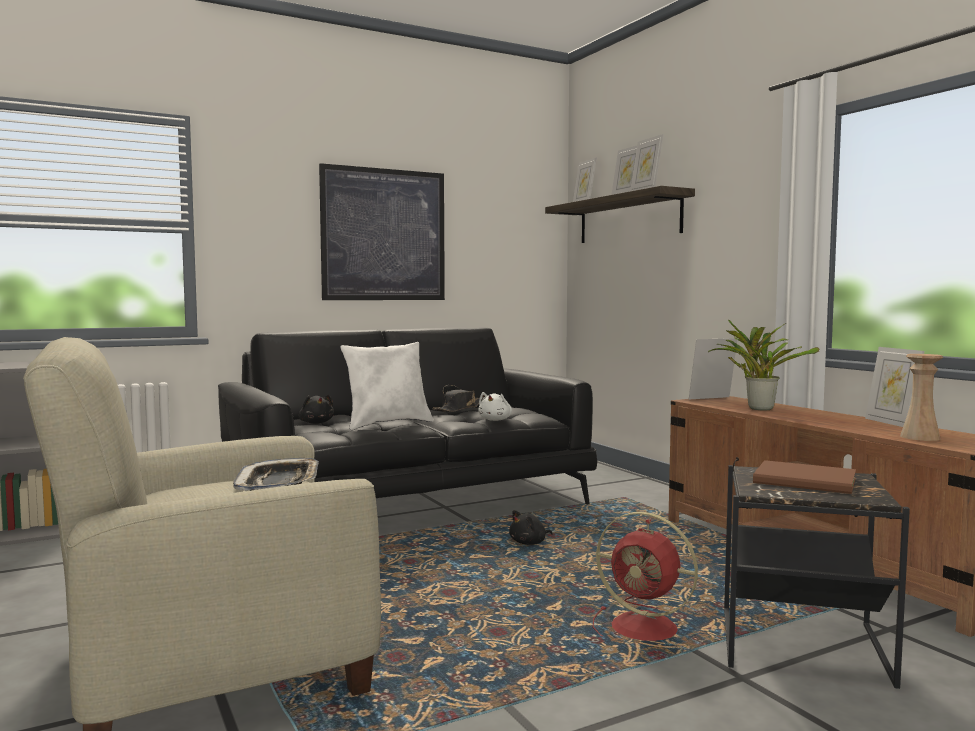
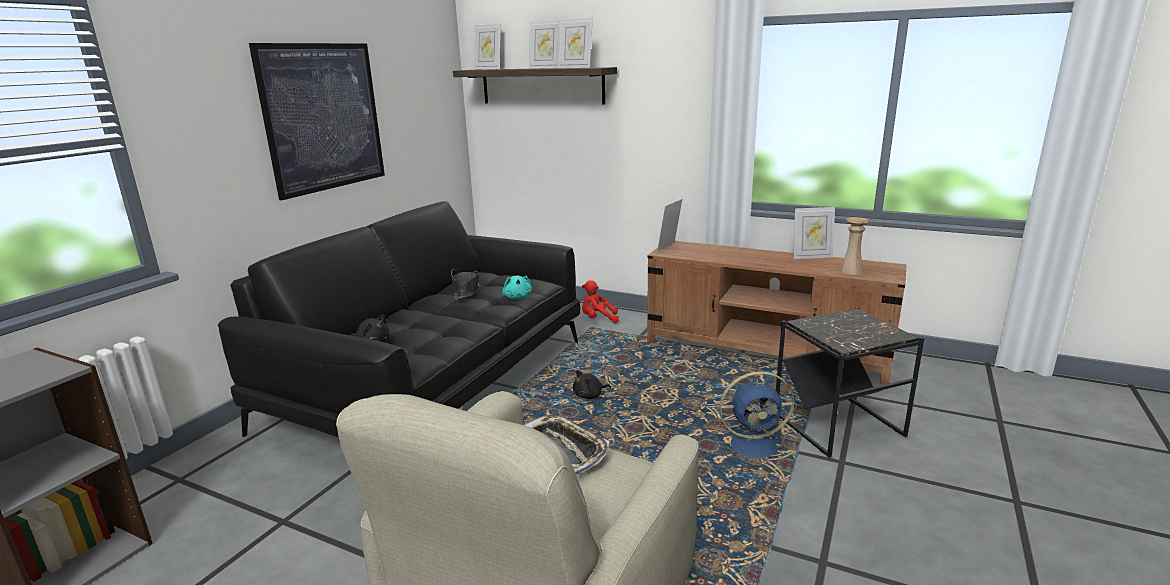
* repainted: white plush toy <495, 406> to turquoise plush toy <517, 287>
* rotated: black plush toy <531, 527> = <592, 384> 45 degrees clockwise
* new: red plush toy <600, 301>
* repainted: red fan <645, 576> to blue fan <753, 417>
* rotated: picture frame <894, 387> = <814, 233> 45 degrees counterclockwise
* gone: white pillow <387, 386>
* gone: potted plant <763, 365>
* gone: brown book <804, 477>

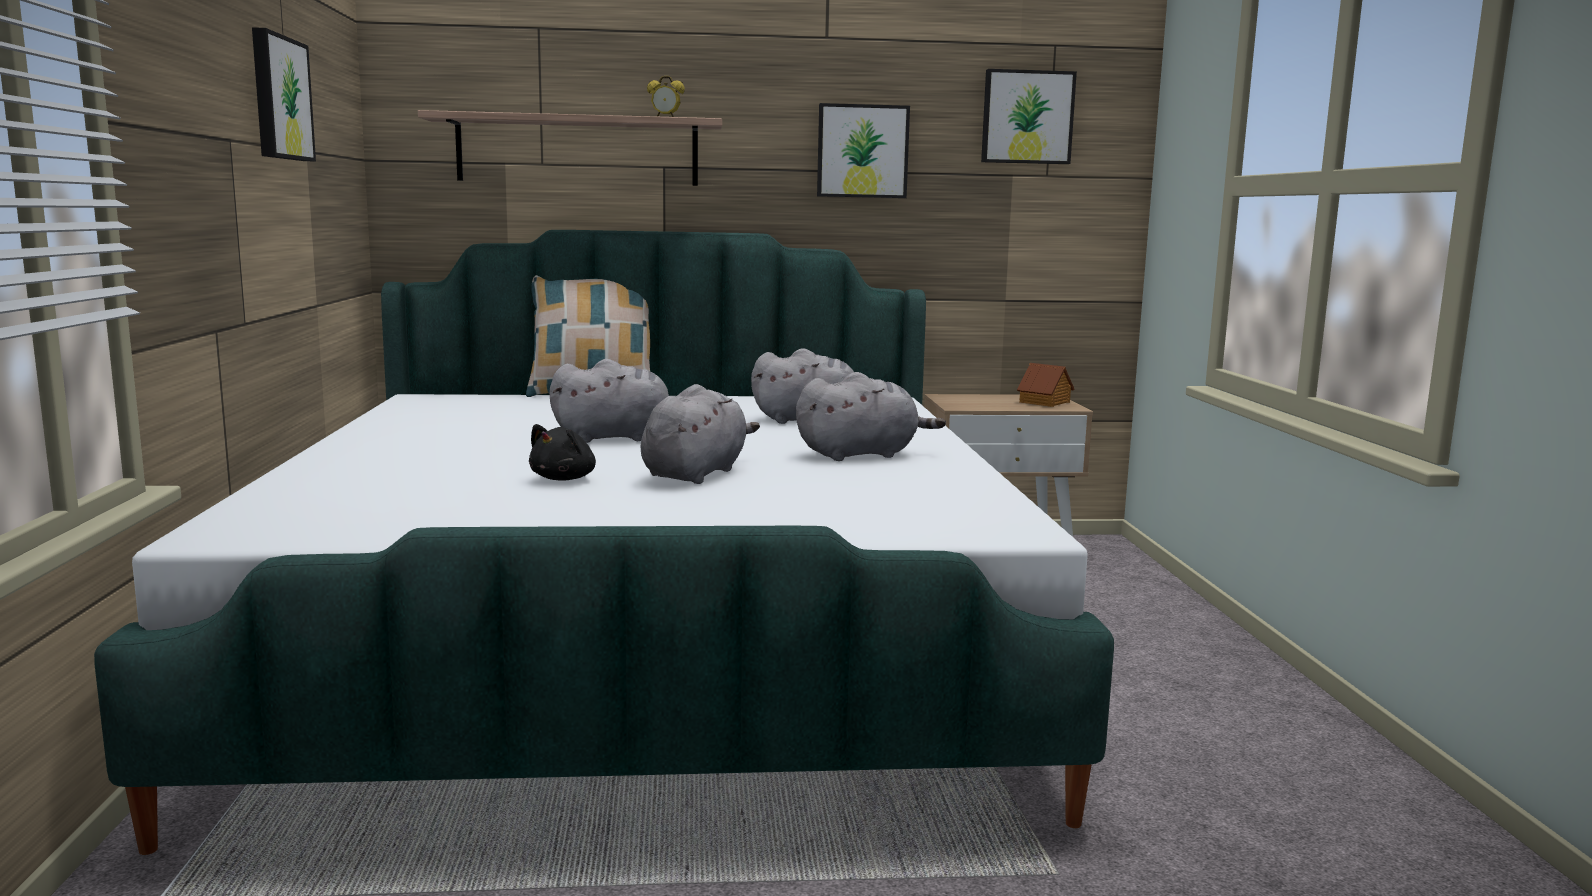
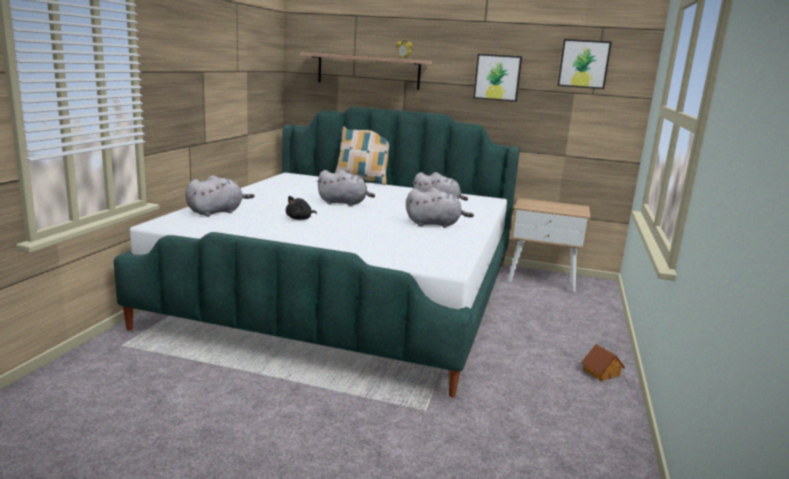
* shifted: grey plush toy <700, 434> to <220, 196>
* shifted: toy house <1045, 385> to <603, 362>
* gone: picture <284, 94>

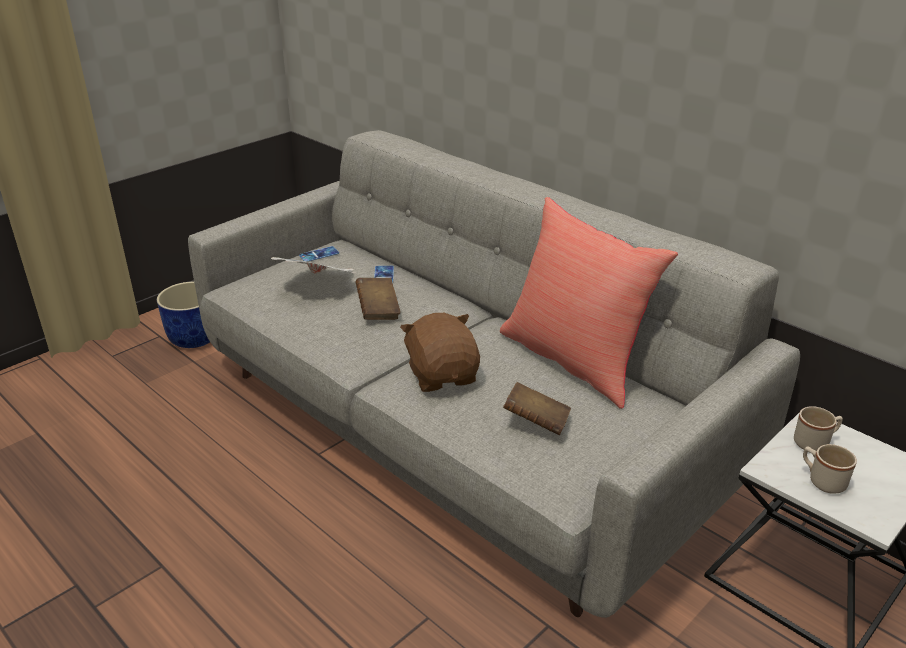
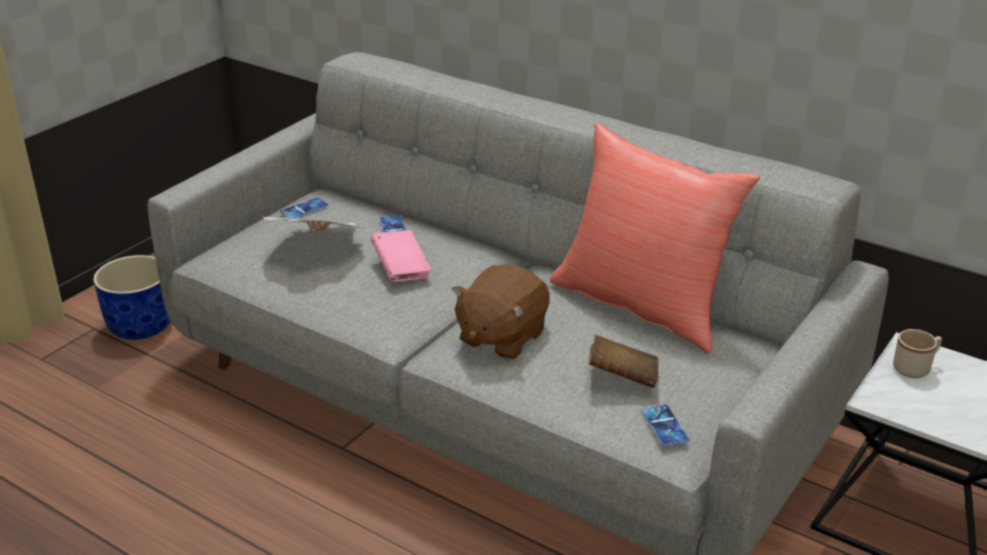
* repainted: brown book <378, 299> to pink book <401, 256>
* rotated: brown plush toy <440, 352> = <501, 312> 120 degrees counterclockwise
* new: phone <665, 425>
* gone: beige mug <830, 469>

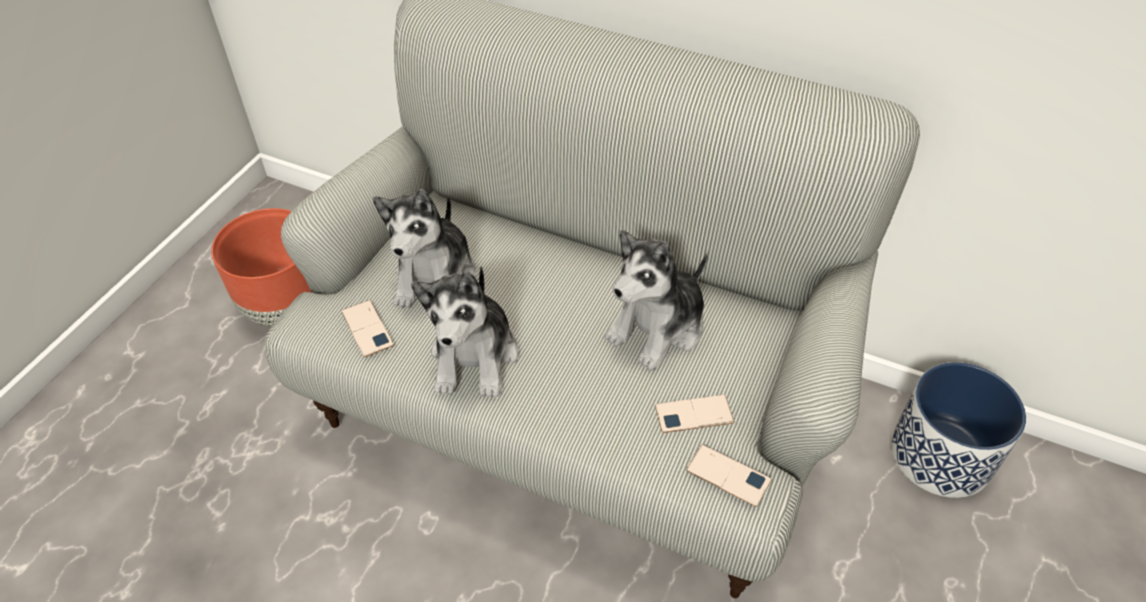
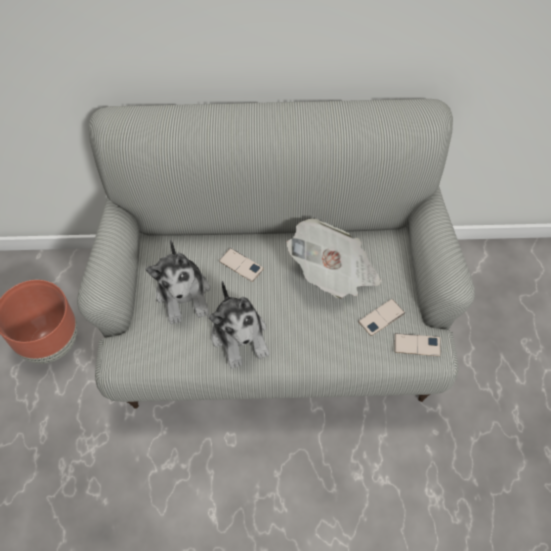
* shifted: phone <368, 328> to <241, 265>
* swapped: plush toy <656, 300> to newspaper <334, 258>
* gone: planter <958, 430>

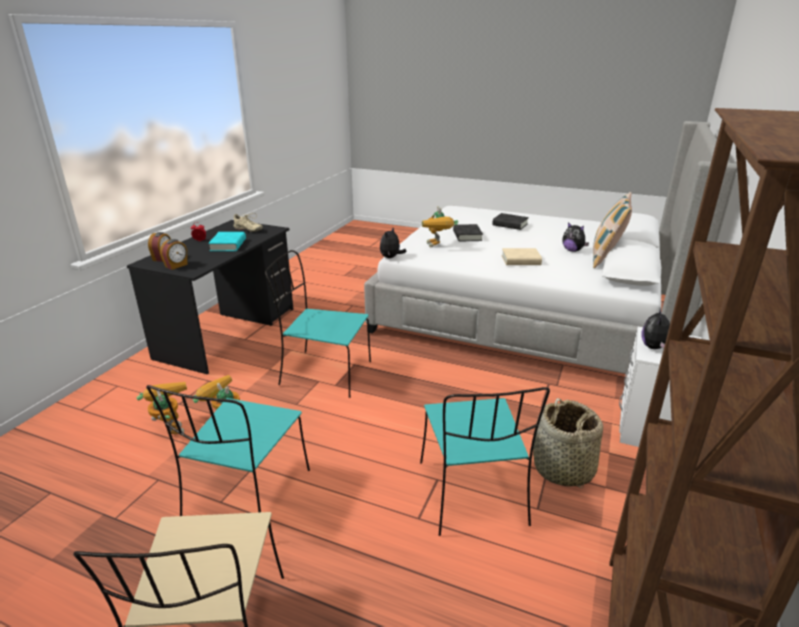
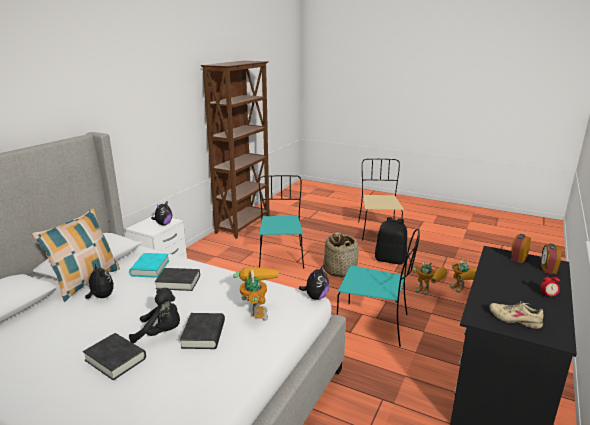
* shifted: turquoise book <227, 241> to <149, 265>
* new: black plush toy <154, 315>
* repainted: beige book <522, 256> to black book <177, 279>
* shifted: basket <568, 443> to <341, 255>
* swapped: turquoise chair <228, 450> to black backpack <391, 241>

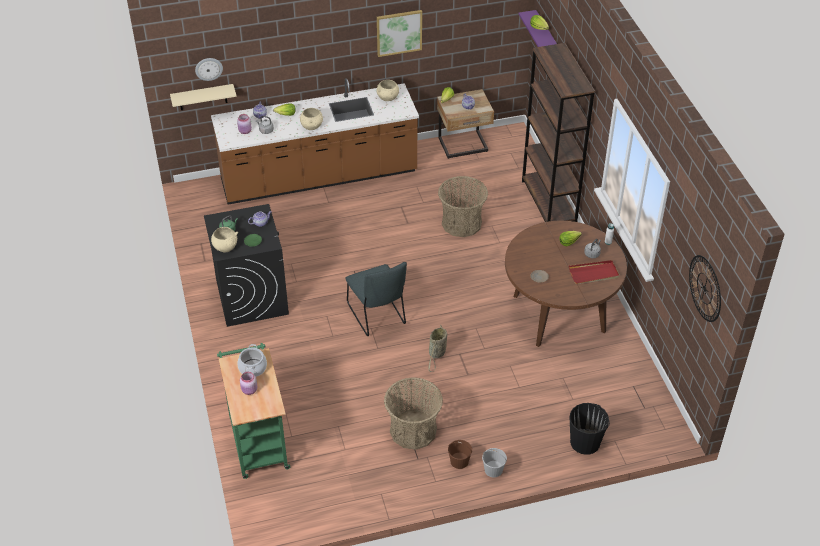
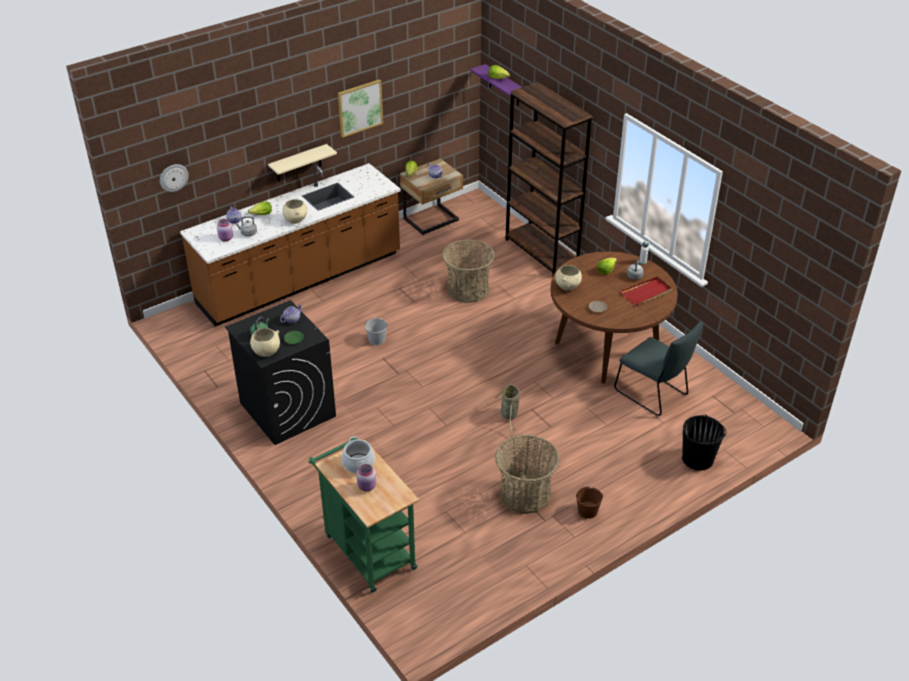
* shifted: beige shelf <203, 97> to <302, 162>
* shifted: white bucket <494, 462> to <376, 331>
* shifted: beige bowl <387, 90> to <568, 277>
* shifted: grey chair <376, 299> to <658, 369>
* gone: wall clock <705, 288>

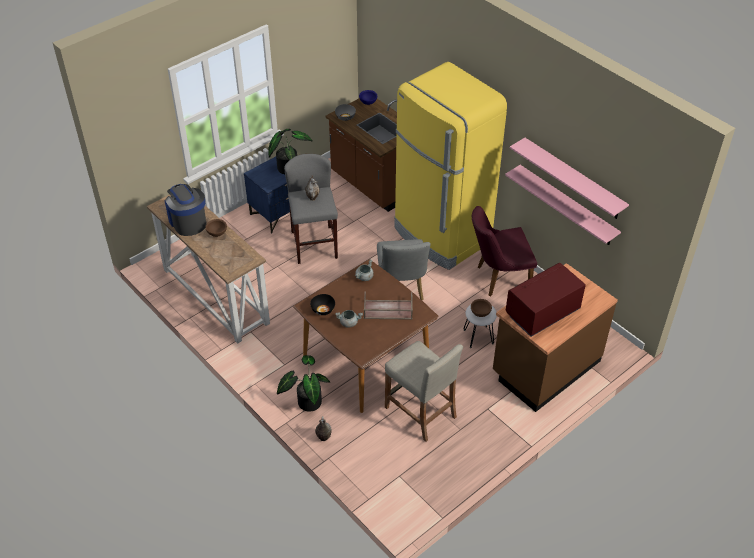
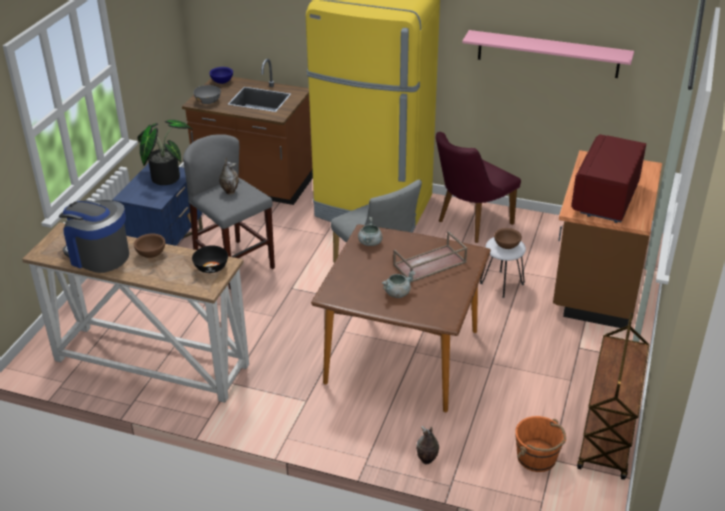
* shifted: black bowl <322, 304> to <210, 259>
* new: orange bucket <540, 444>
* new: brown cart <613, 396>
* gone: potted plant <303, 383>
* gone: beige stool <424, 391>
* gone: pink shelf <563, 205>

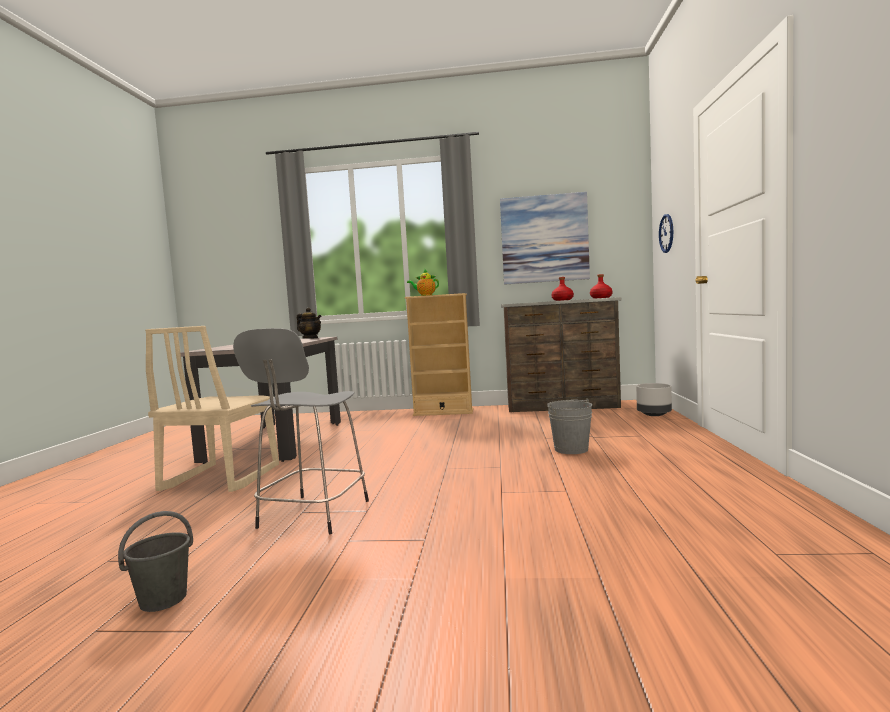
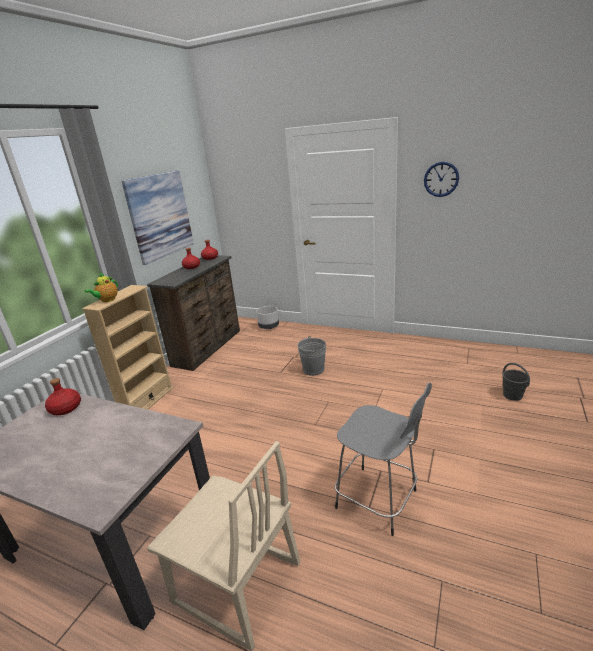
* swapped: teapot <309, 323> to red bottle <63, 396>
* shifted: wall clock <666, 233> to <441, 179>
* shifted: grey bucket <155, 561> to <516, 382>

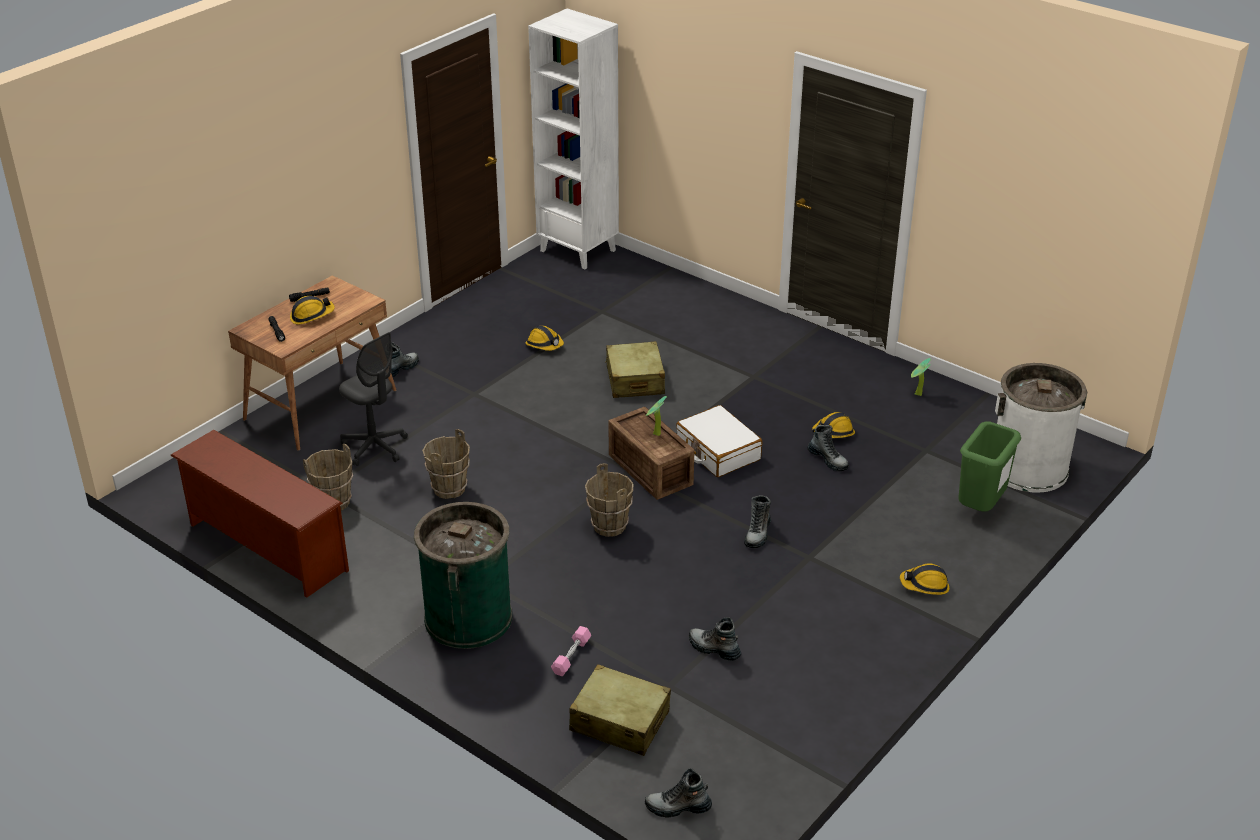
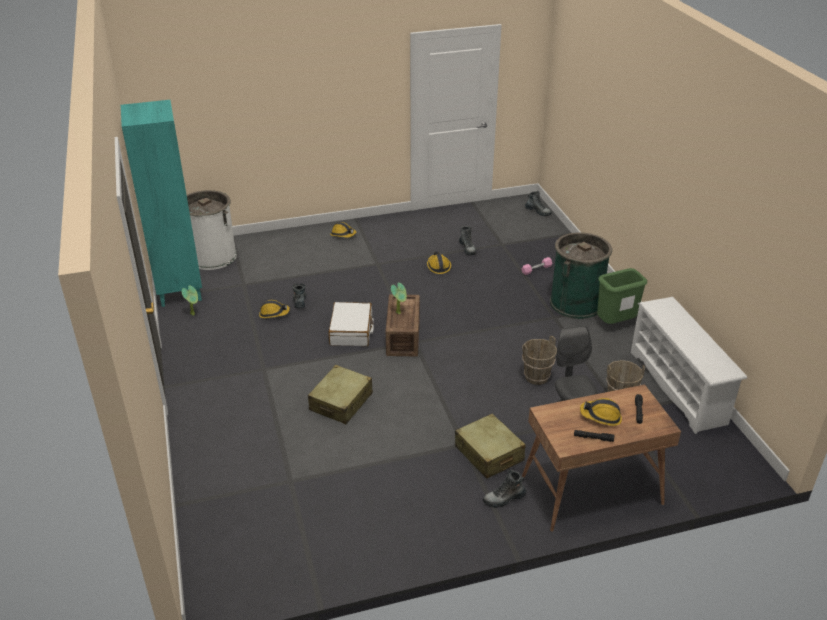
* new: turquoise bookcase <161, 203>
* shifted: hard hat <544, 338> to <439, 263>
* shifted: beige suitcase <620, 710> to <490, 446>
* shifted: green trash can <989, 466> to <622, 296>
* repainted: brown shoe rack <259, 514> to white shoe rack <689, 365>
* gone: white bookcase <573, 139>
* gone: brown bucket <609, 500>
* gone: boot <757, 521>

